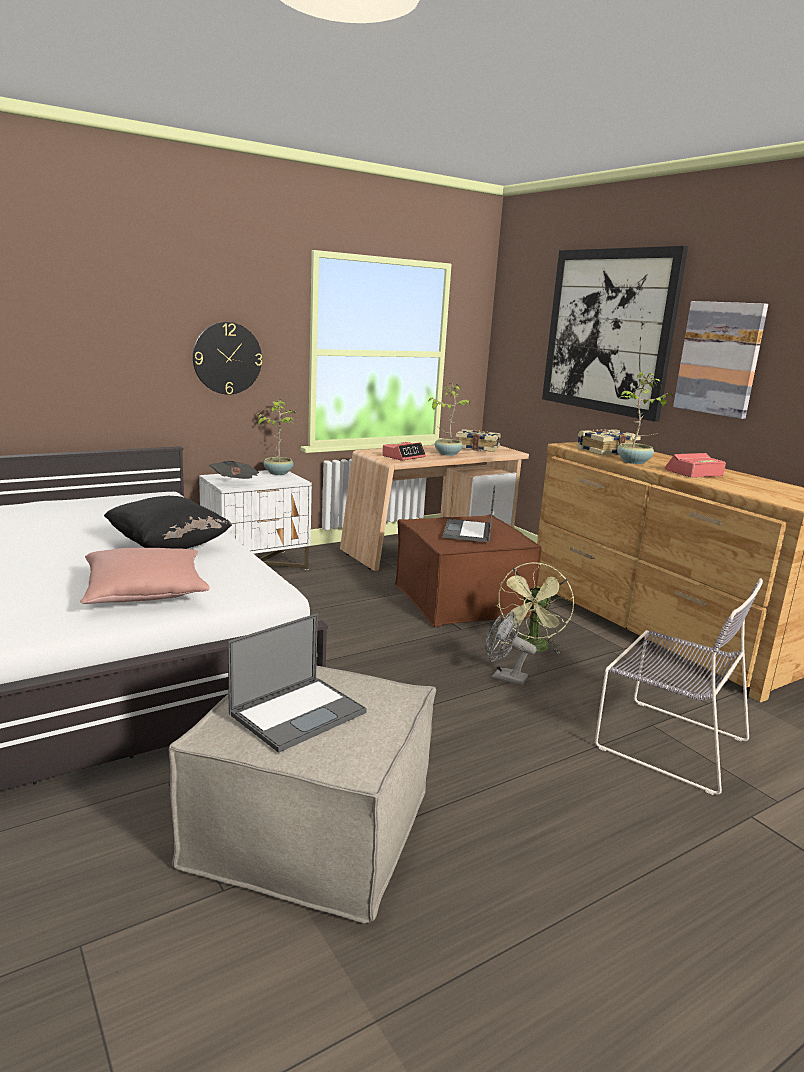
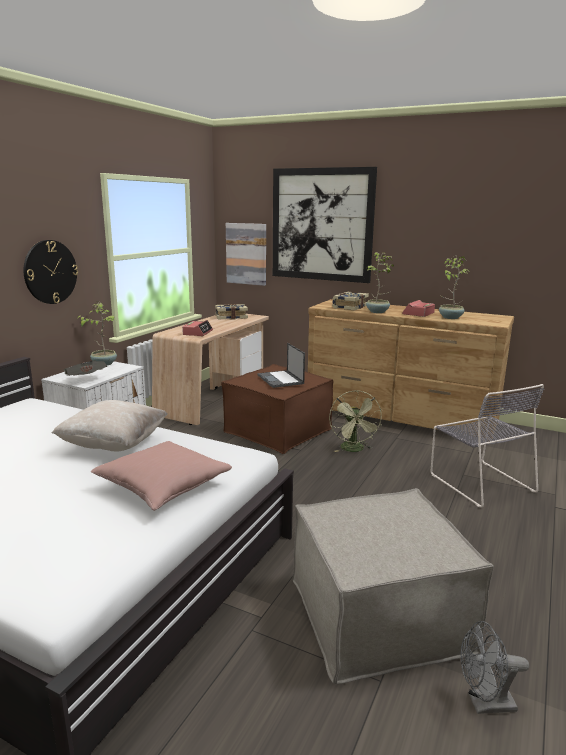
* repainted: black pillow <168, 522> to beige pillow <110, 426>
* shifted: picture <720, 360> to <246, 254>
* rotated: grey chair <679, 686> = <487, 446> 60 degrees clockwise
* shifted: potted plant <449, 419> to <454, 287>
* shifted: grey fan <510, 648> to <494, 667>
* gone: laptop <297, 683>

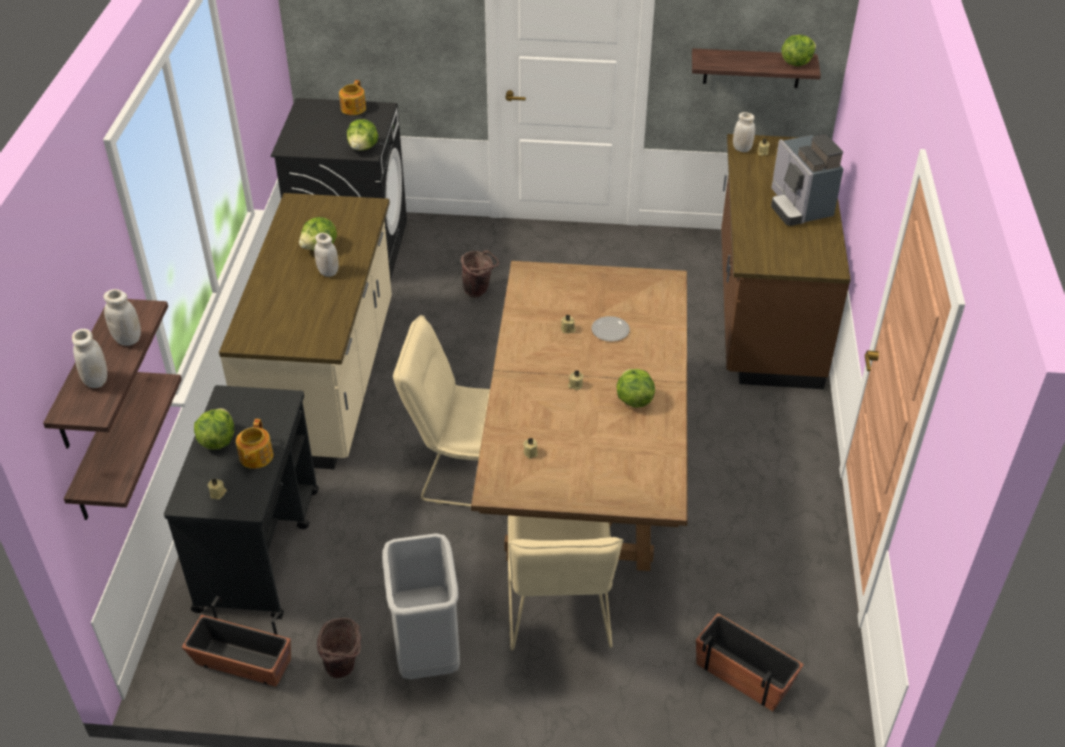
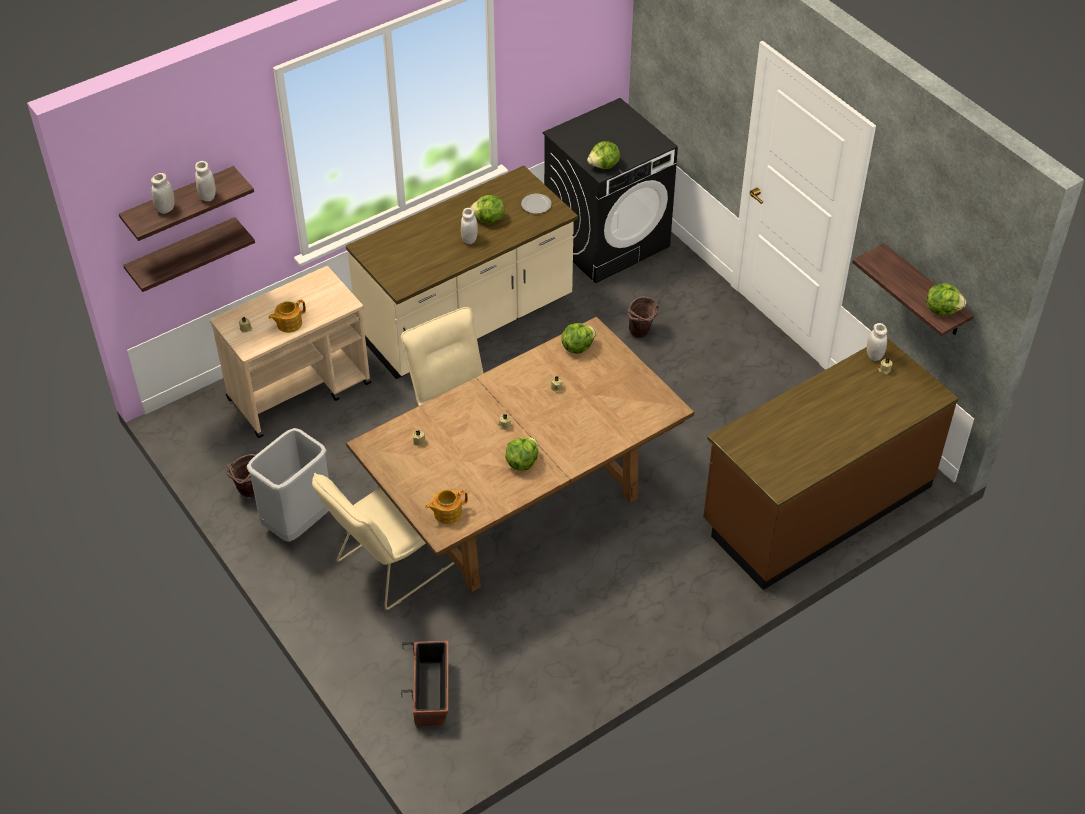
* repainted: black cart <241, 502> to beige cart <290, 352>
* shifted: teapot <352, 97> to <446, 506>
* shifted: plate <610, 329> to <536, 204>
* shifted: lettuce <214, 429> to <578, 338>
* gone: planter <236, 641>
* gone: coffee machine <807, 180>

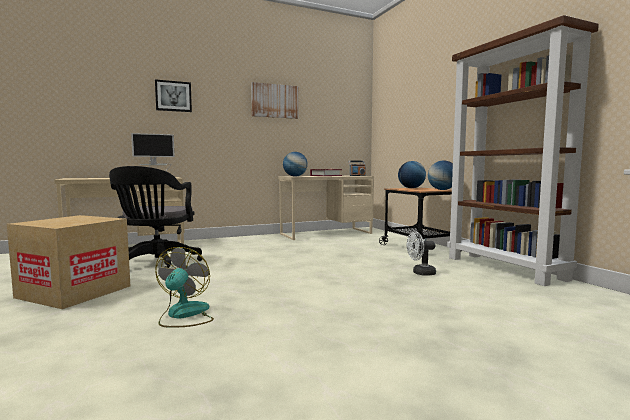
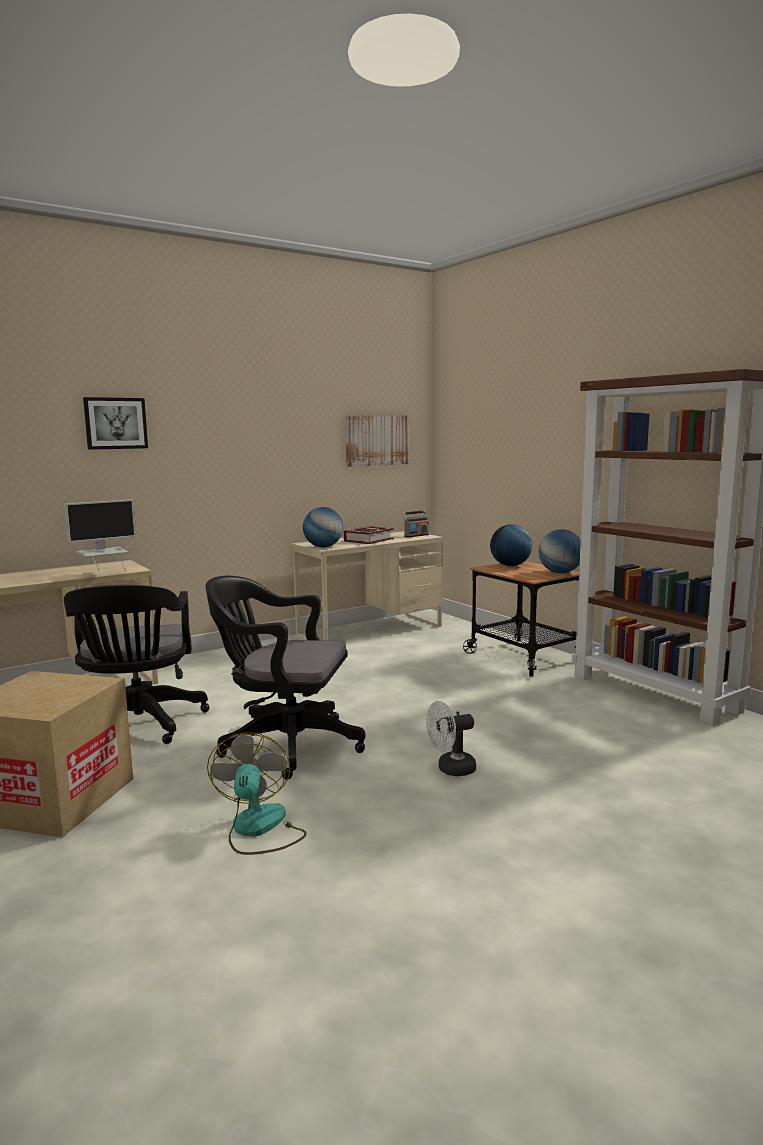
* new: black office chair <285, 678>
* shifted: picture <275, 100> to <377, 441>
* shifted: white fan <421, 253> to <451, 738>

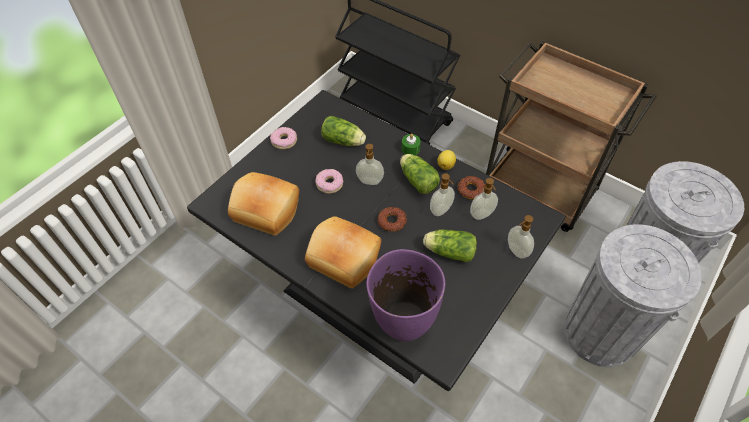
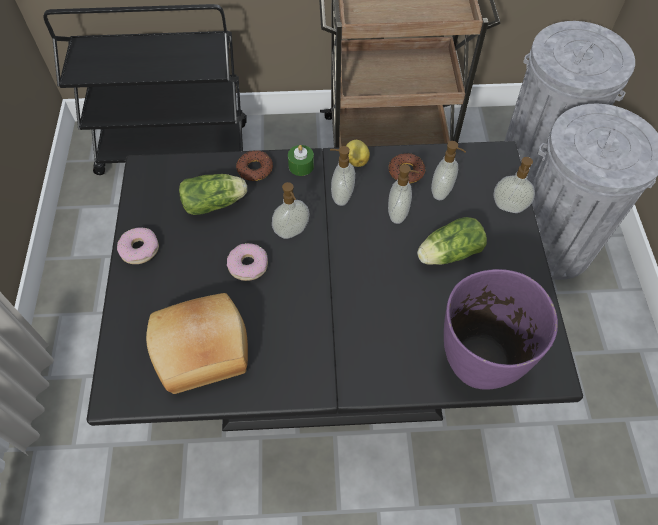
* shifted: donut <392, 219> to <254, 165>
* swapped: lettuce <420, 174> to soap dispenser <342, 176>
* gone: bread <343, 252>

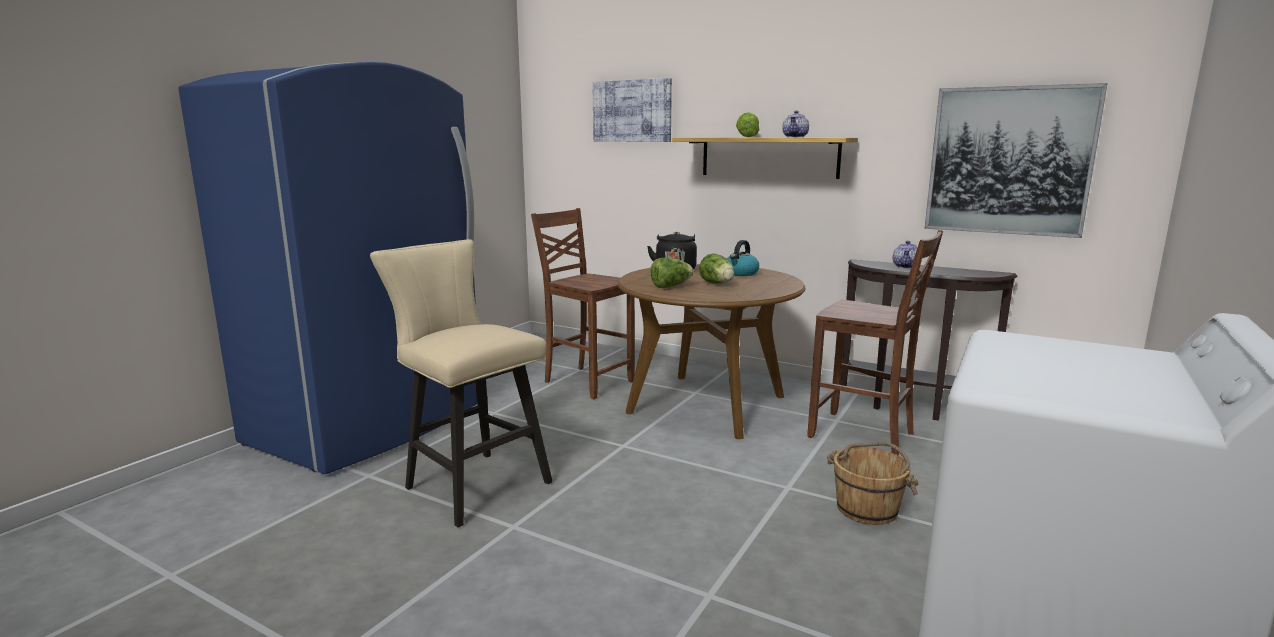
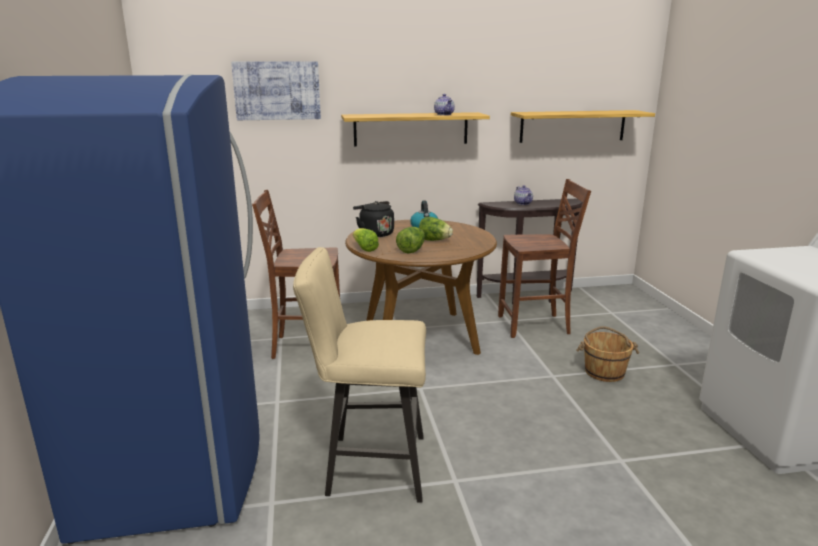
* shifted: lettuce <747, 124> to <366, 240>
* swapped: picture <1016, 160> to shelf <583, 126>

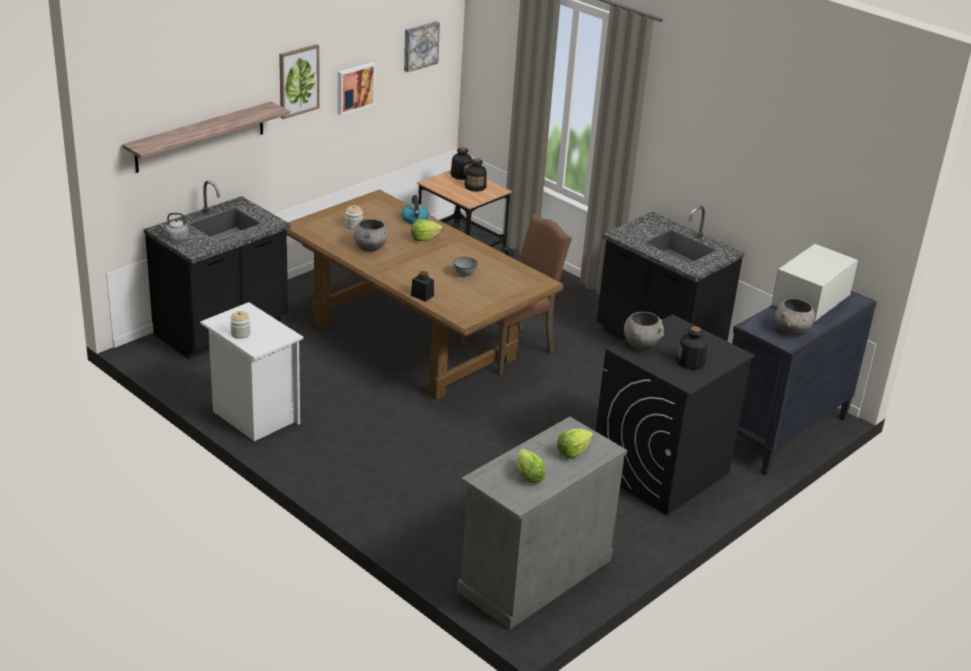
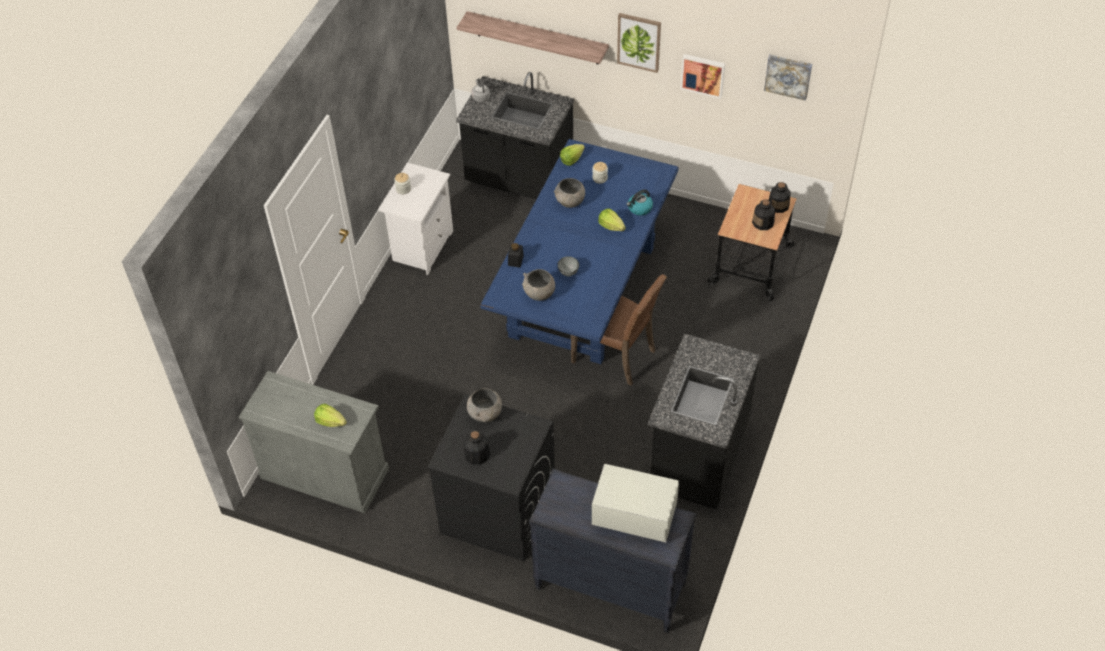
* repainted: brown dining table <425, 295> to blue dining table <579, 251>
* shifted: grey bowl <795, 317> to <538, 285>
* shifted: lettuce <531, 466> to <572, 155>

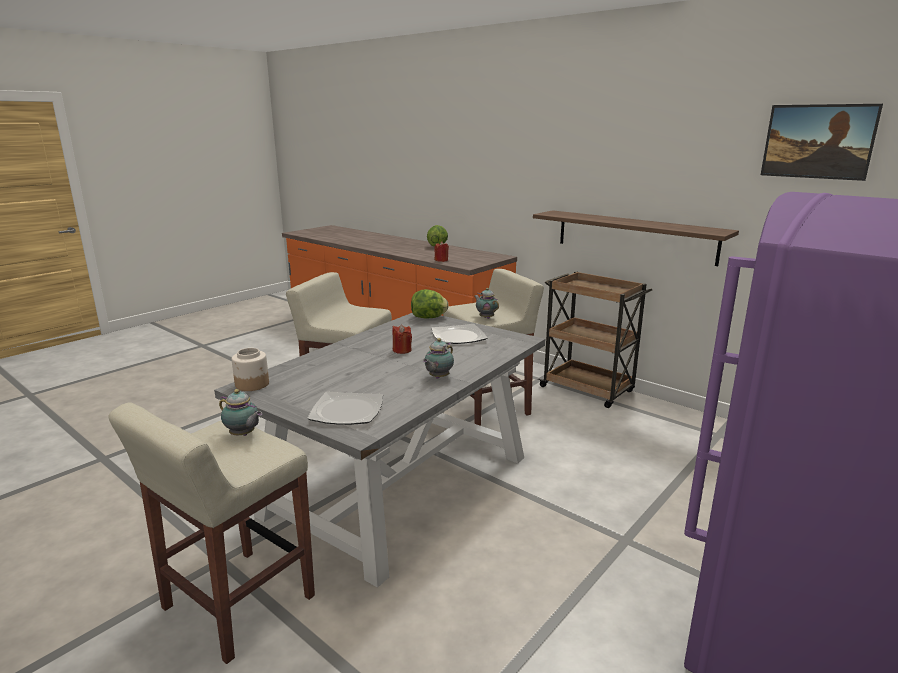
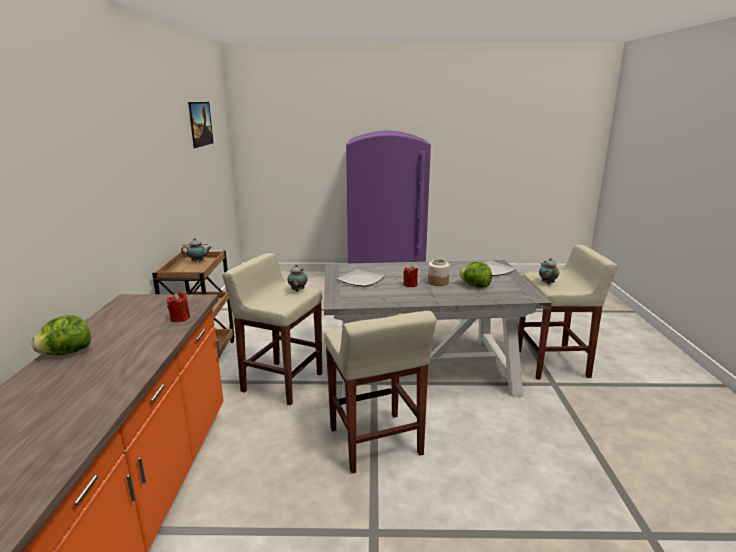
* shifted: teapot <438, 358> to <196, 250>
* shifted: jar <250, 369> to <439, 272>
* shifted: lettuce <430, 303> to <475, 275>
* gone: shelf <636, 238>

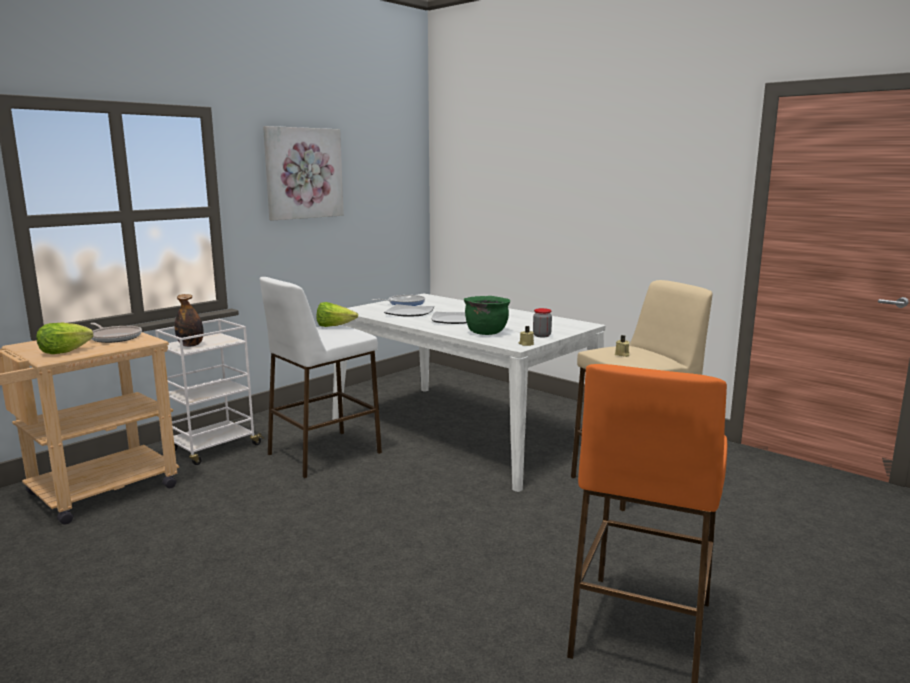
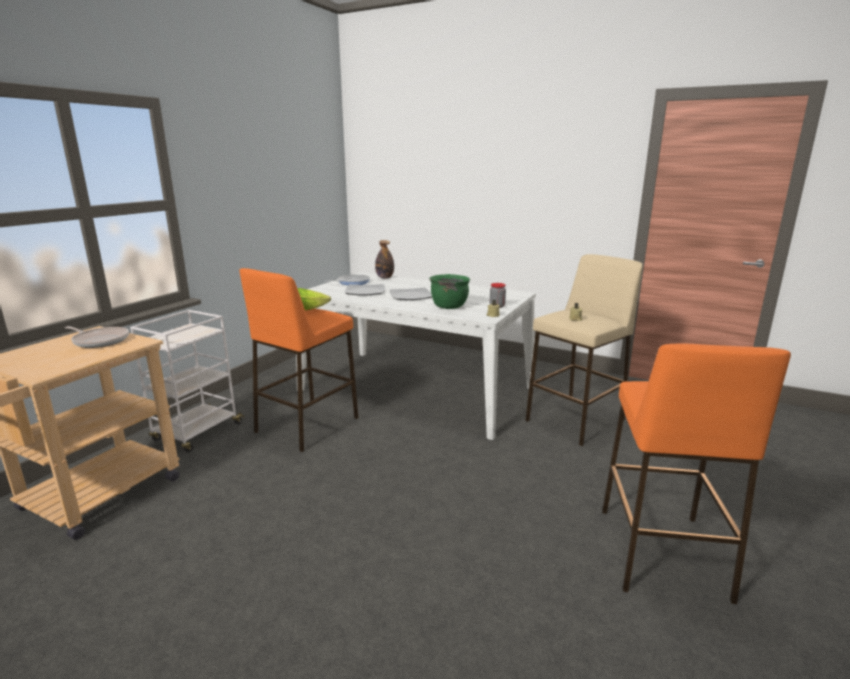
* repainted: white stool <321, 377> to orange stool <298, 360>
* shifted: bottle <189, 320> to <384, 259>
* gone: lettuce <64, 338>
* gone: picture <303, 173>

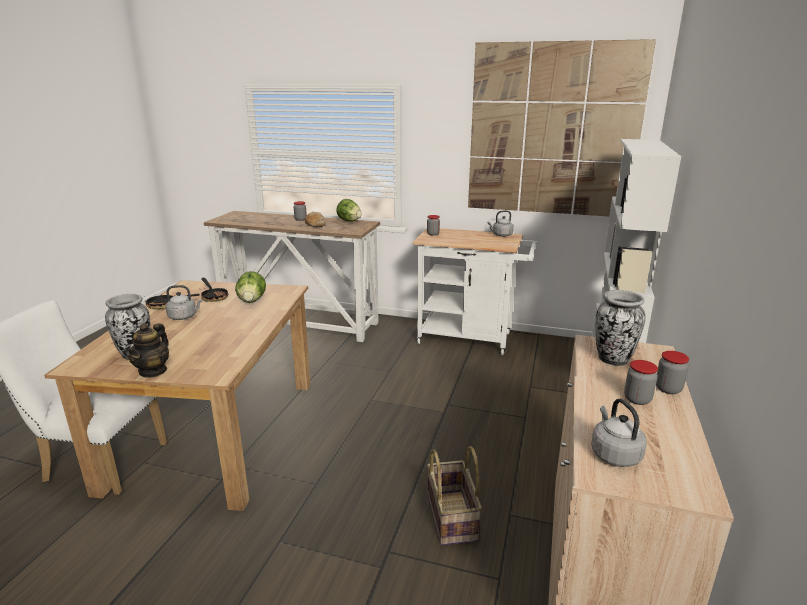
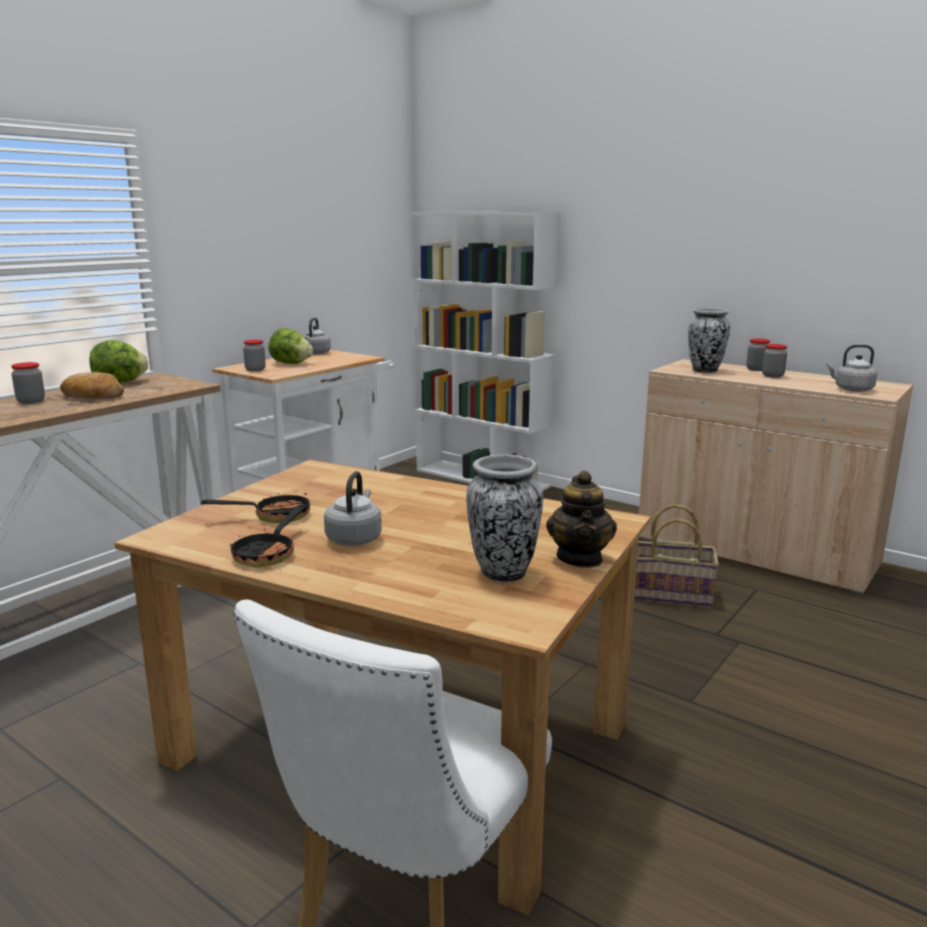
* shifted: lettuce <250, 287> to <290, 346>
* rotated: teapot <147, 350> = <581, 519> 60 degrees clockwise
* gone: picture <562, 127>

